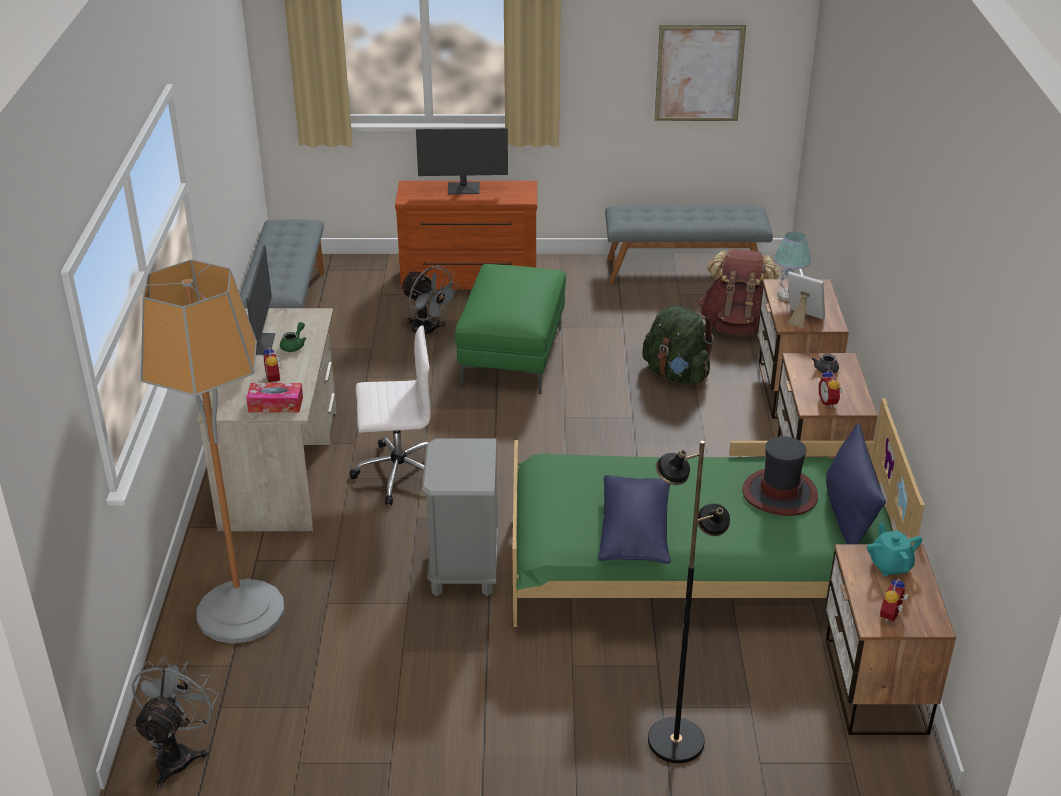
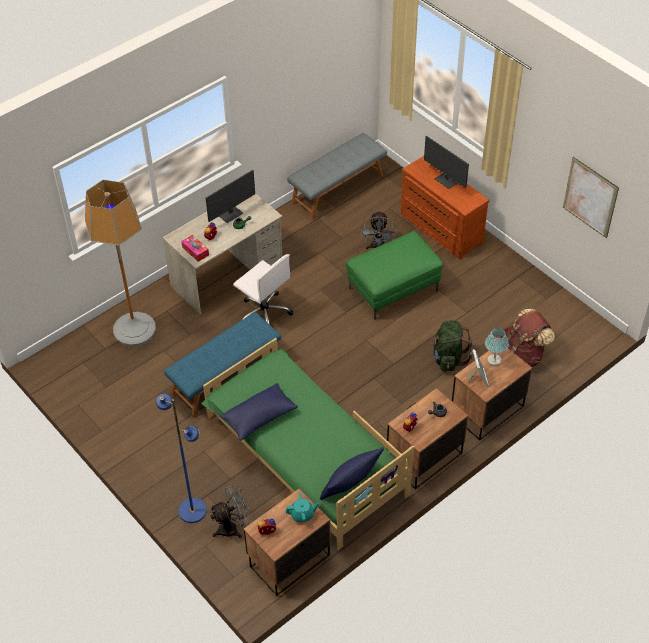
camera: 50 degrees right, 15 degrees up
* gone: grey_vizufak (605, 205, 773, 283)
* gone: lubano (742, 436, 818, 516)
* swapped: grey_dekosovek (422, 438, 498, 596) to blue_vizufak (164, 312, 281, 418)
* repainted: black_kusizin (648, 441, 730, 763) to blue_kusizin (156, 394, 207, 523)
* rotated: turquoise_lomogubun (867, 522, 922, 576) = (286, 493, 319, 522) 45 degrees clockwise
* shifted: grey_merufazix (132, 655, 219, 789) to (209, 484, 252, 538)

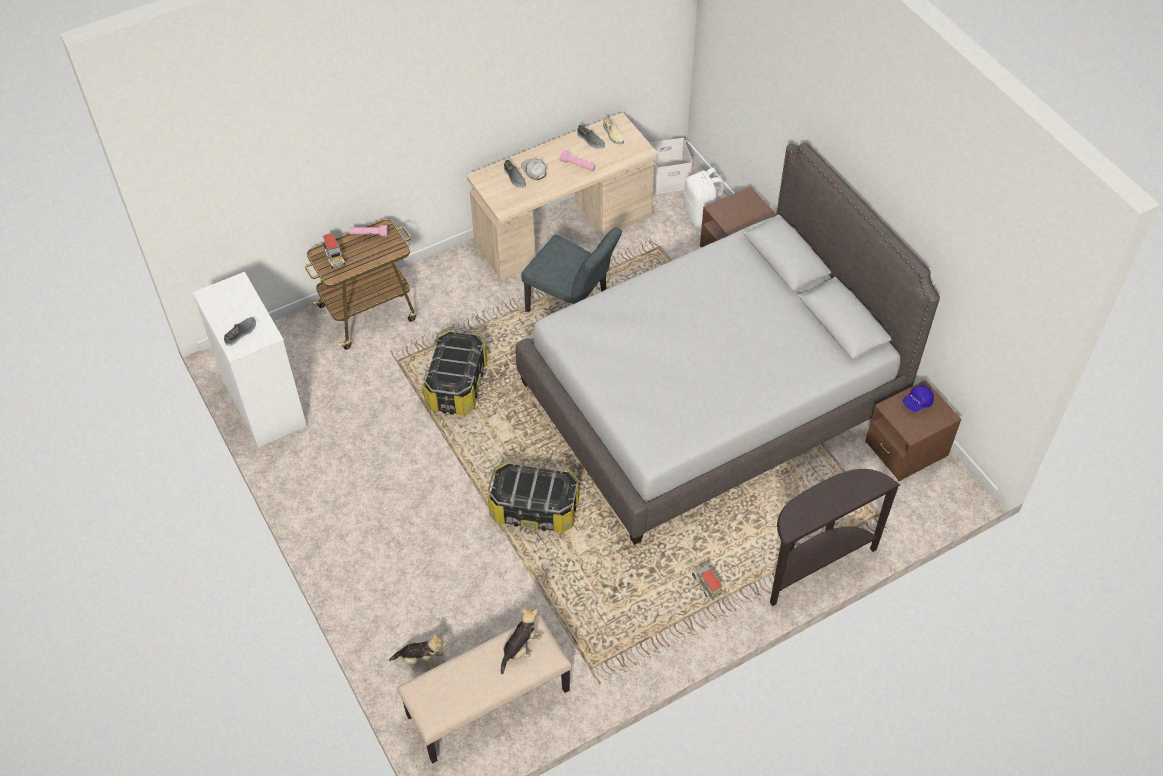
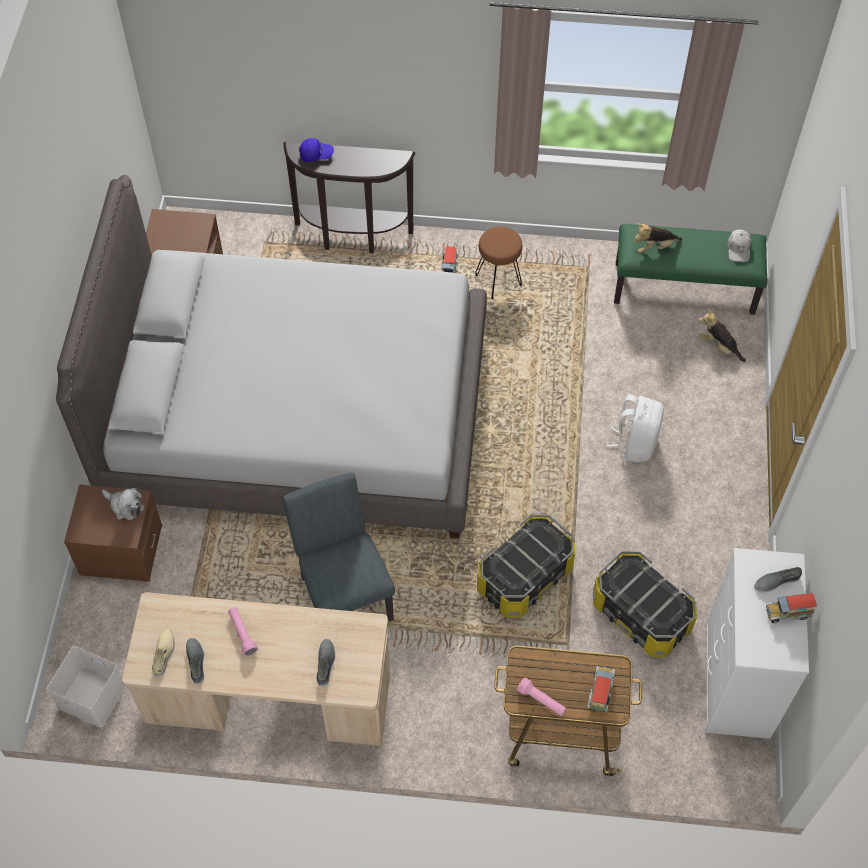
camera: 145 degrees left, 5 degrees up
* shifted: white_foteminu (521, 158, 547, 180) to (727, 229, 752, 262)
* shifted: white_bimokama (683, 168, 723, 228) to (607, 394, 664, 462)
* shifted: blue_foteminu (903, 385, 934, 412) to (299, 138, 334, 162)
* shifted: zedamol (488, 459, 579, 533) to (593, 551, 698, 657)
* repainted: beige_vizufak (398, 615, 572, 763) to green_vizufak (614, 224, 768, 315)
* new: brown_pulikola (475, 226, 522, 299)
* new: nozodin (102, 488, 145, 520)
* new: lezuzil (766, 593, 817, 623)

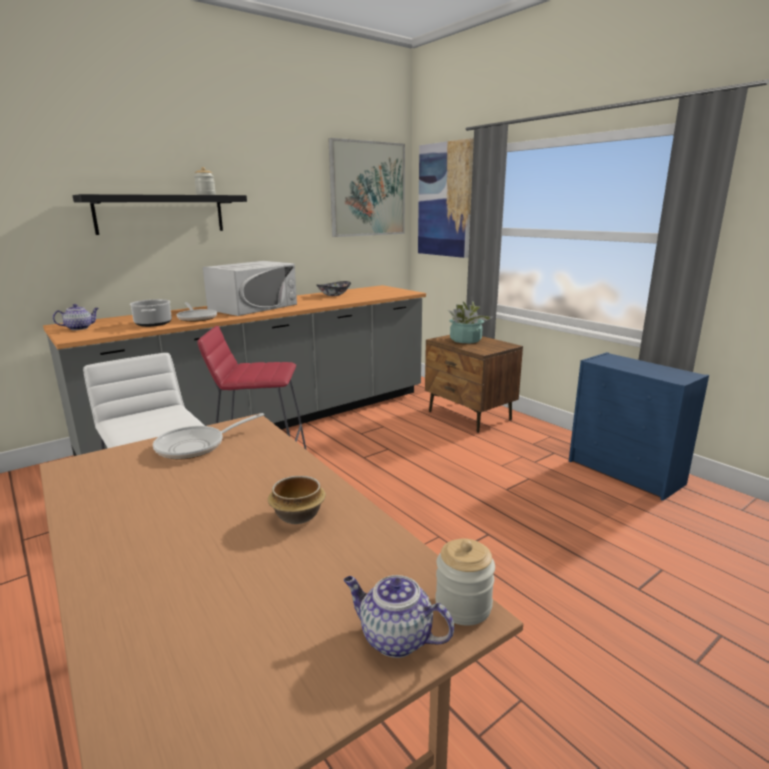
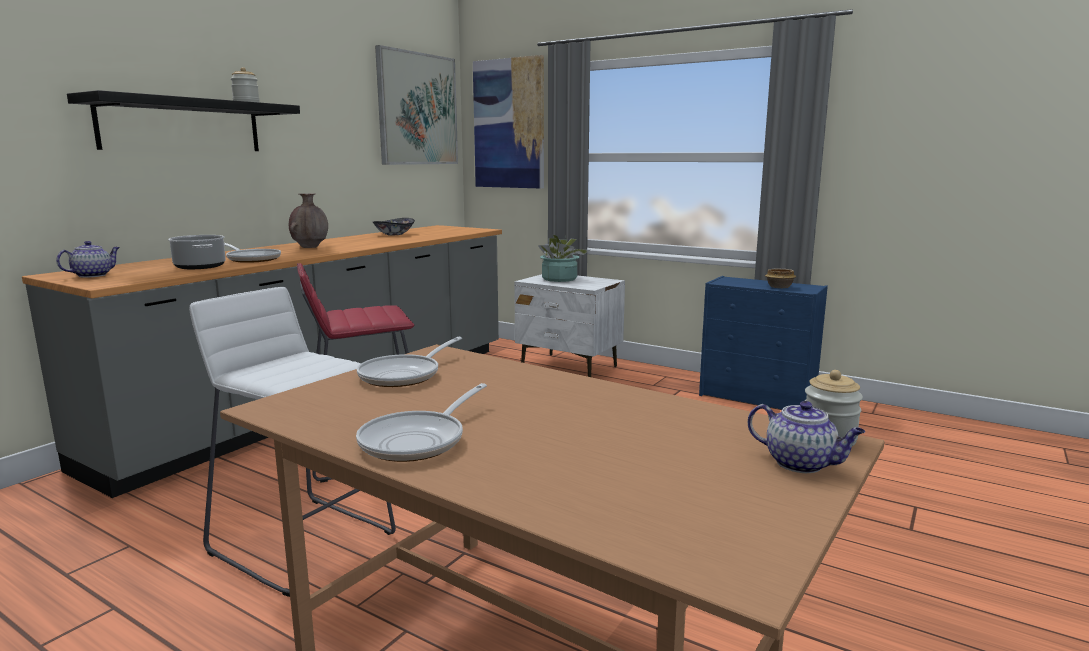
camera: 20 degrees left, 5 degrees down
* swapped: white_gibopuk (203, 261, 297, 316) to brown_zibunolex (289, 193, 328, 248)
* repainted: brown_dekosovek (425, 335, 523, 433) to white_dekosovek (514, 274, 625, 377)
* shifted: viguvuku (268, 476, 326, 524) to (765, 269, 796, 288)
* rotated: lomogubun (344, 575, 454, 658) = (748, 401, 865, 473) 150 degrees counterclockwise
* new: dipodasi (356, 383, 487, 462)

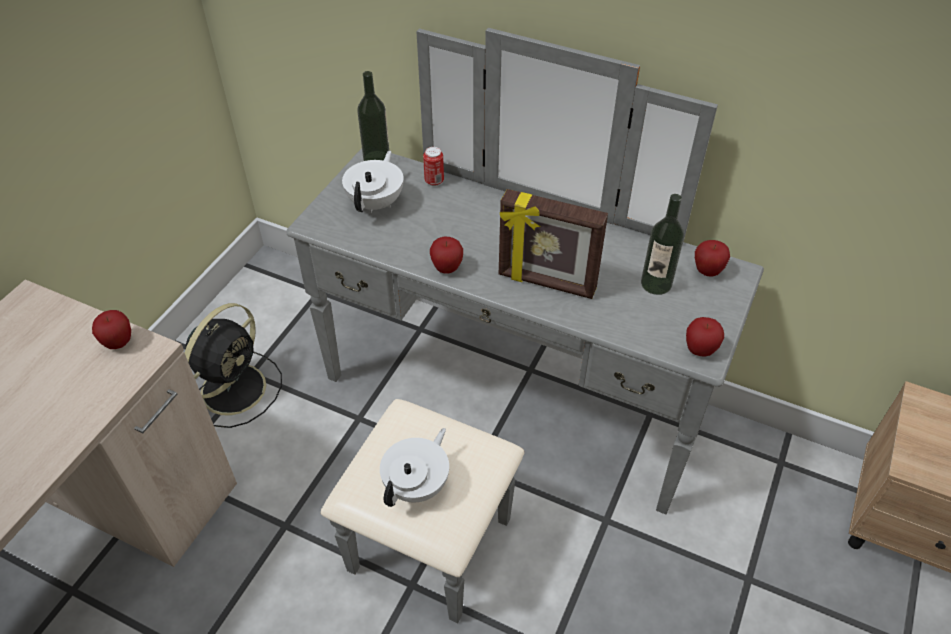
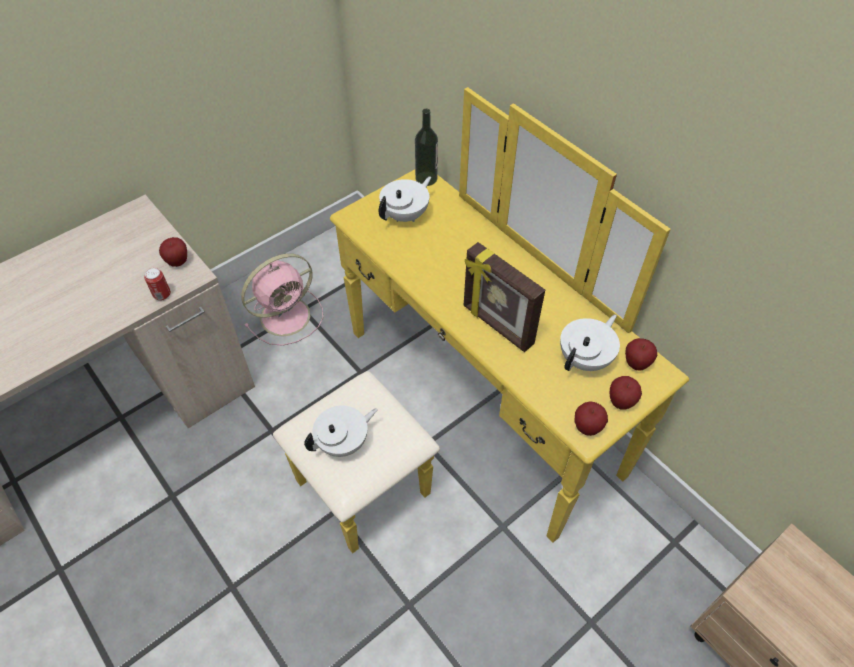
camera: 25 degrees right, 5 degrees up
* repainted: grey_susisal (286, 28, 764, 623) to yellow_susisal (273, 87, 689, 553)
* shifted: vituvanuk (423, 147, 444, 186) to (144, 268, 171, 300)
* swapped: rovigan (641, 194, 684, 295) to white_lomogubun (560, 314, 620, 371)
* shifted: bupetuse (430, 237, 463, 273) to (609, 376, 642, 410)
* repainted: black_merufazix (185, 303, 282, 428) to pink_merufazix (241, 254, 323, 346)

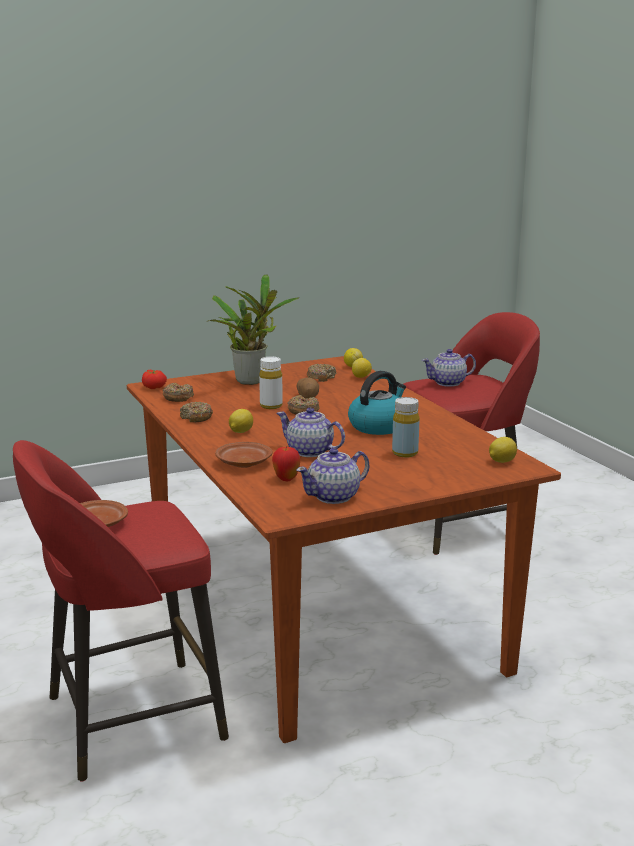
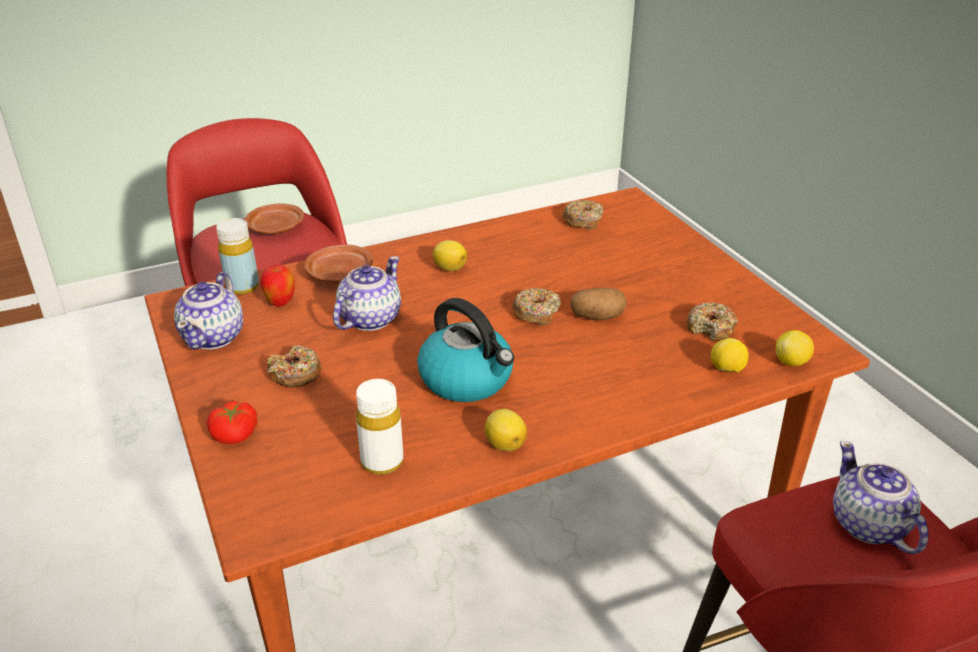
camera: 90 degrees right, 15 degrees up
* gone: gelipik (207, 274, 300, 385)
* shifted: white_rovigan (259, 357, 283, 409) to (356, 379, 403, 475)
* shifted: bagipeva (142, 369, 167, 389) to (207, 401, 257, 444)
* shifted: yellow_rovigan (392, 397, 419, 458) to (216, 218, 259, 295)
* shifted: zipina (180, 401, 213, 422) to (267, 345, 322, 387)
* shifted: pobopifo (489, 437, 517, 463) to (485, 409, 527, 451)
* rotated: lomogubun (296, 448, 369, 504) = (174, 272, 243, 350) 135 degrees counterclockwise

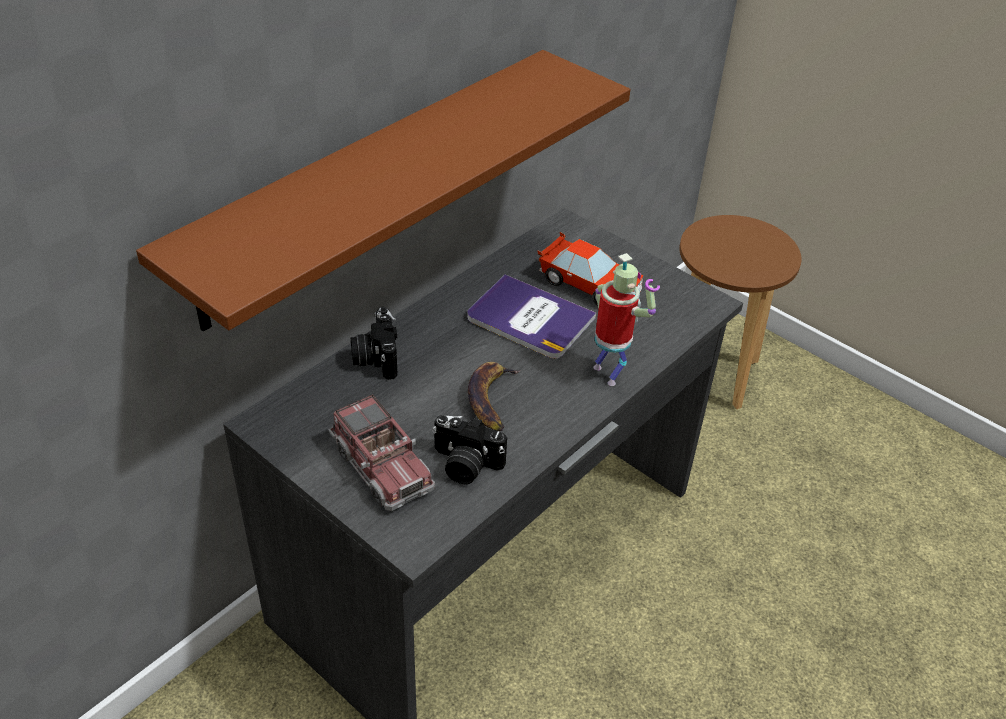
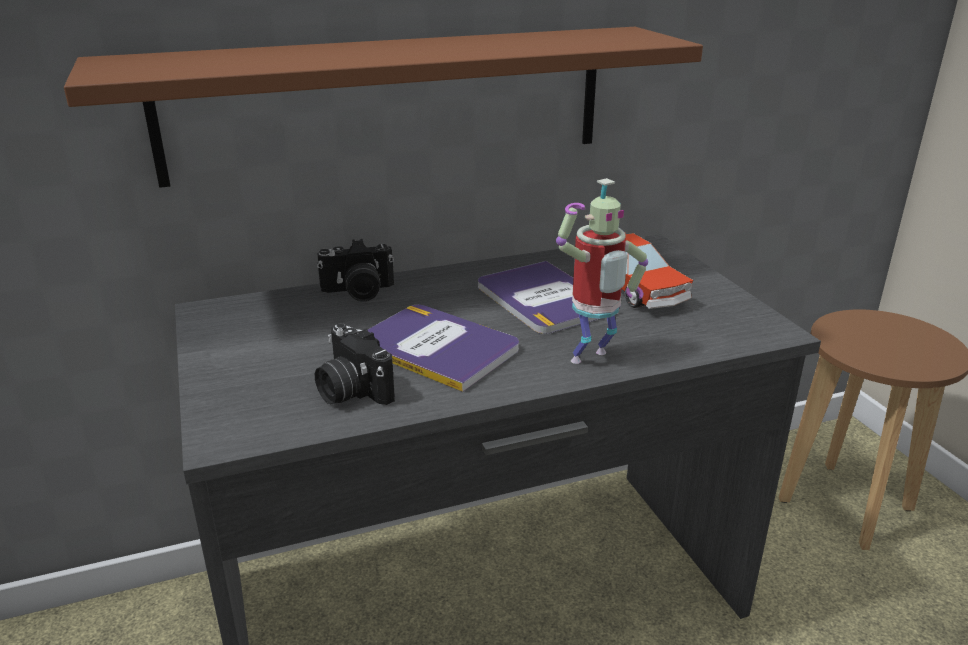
camera: 30 degrees right, 15 degrees down
* rotated: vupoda (593, 253, 660, 386) = (556, 178, 648, 364) 60 degrees clockwise
* rotated: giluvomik (351, 307, 398, 380) = (317, 239, 394, 301) 120 degrees counterclockwise
* swapped: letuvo (468, 362, 520, 432) to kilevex (367, 305, 519, 392)
* gone: lezuzil (329, 394, 435, 511)

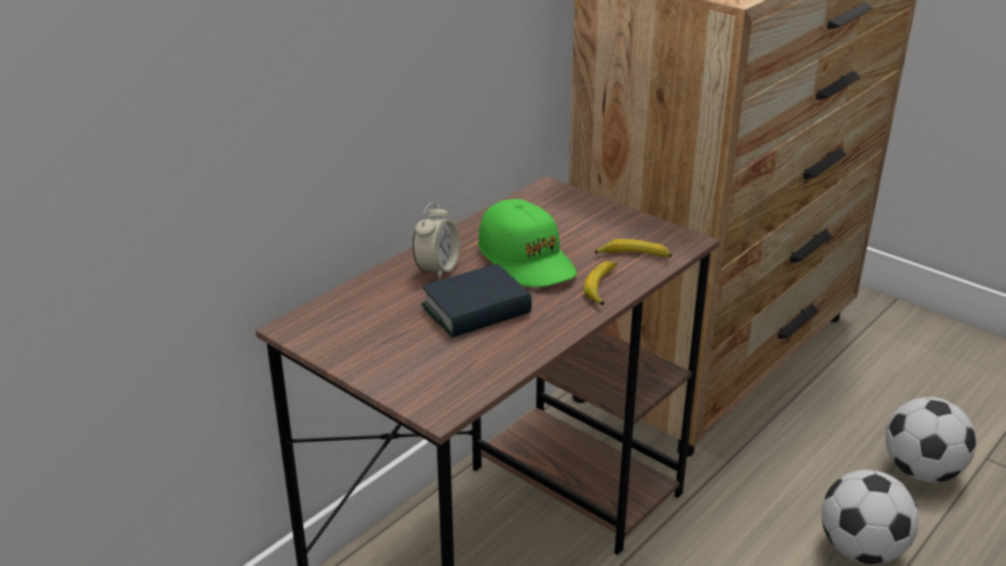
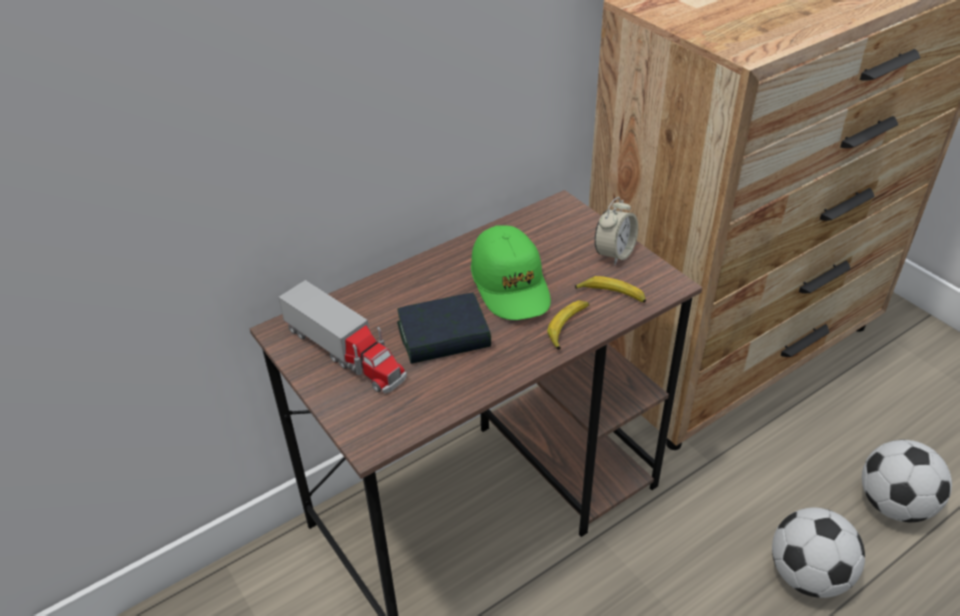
camera: 15 degrees right, 10 degrees up
* shifted: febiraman (413, 202, 460, 280) to (594, 197, 638, 265)
* new: lezuzil (279, 280, 407, 393)

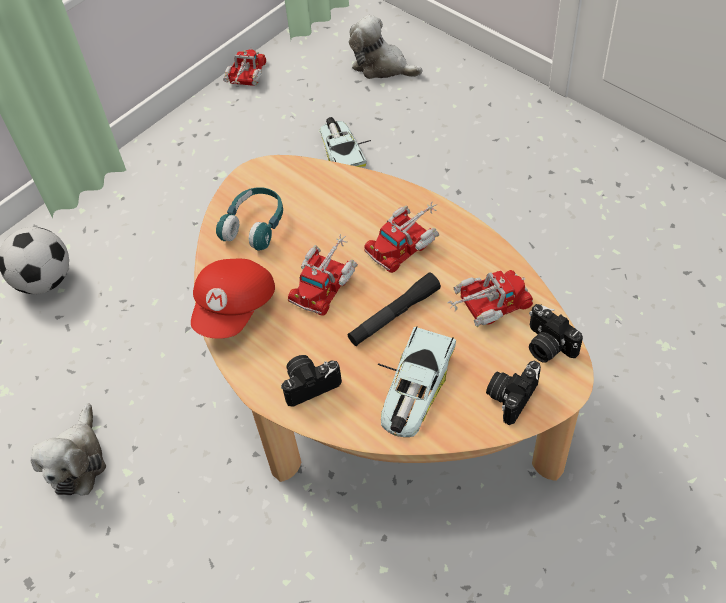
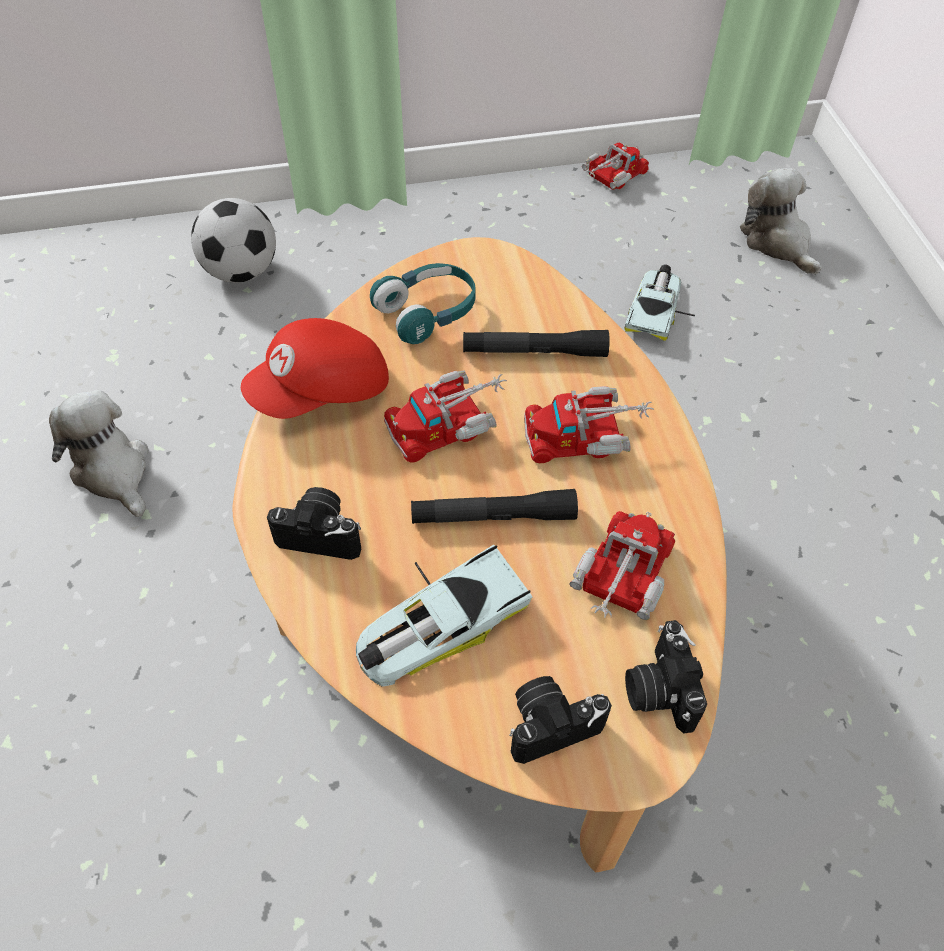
camera: 30 degrees right, 0 degrees up
* rotated: lezuzil (448, 270, 533, 327) = (569, 511, 675, 620) 75 degrees counterclockwise
* rotated: nozodin (30, 403, 106, 496) = (49, 390, 149, 517) 105 degrees clockwise
* new: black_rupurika (463, 330, 610, 357)

